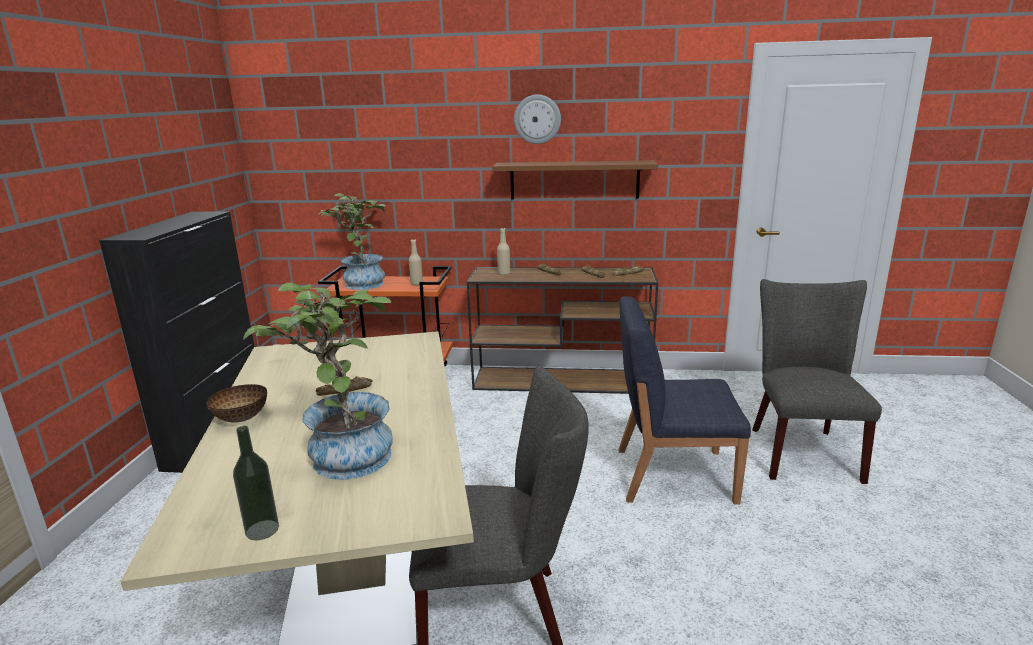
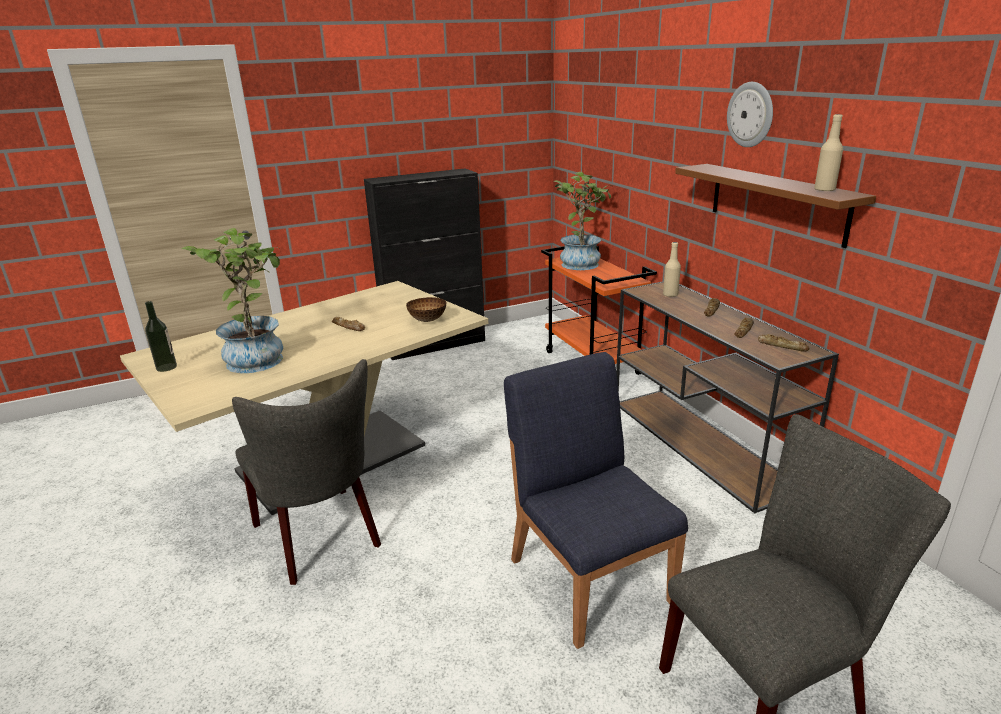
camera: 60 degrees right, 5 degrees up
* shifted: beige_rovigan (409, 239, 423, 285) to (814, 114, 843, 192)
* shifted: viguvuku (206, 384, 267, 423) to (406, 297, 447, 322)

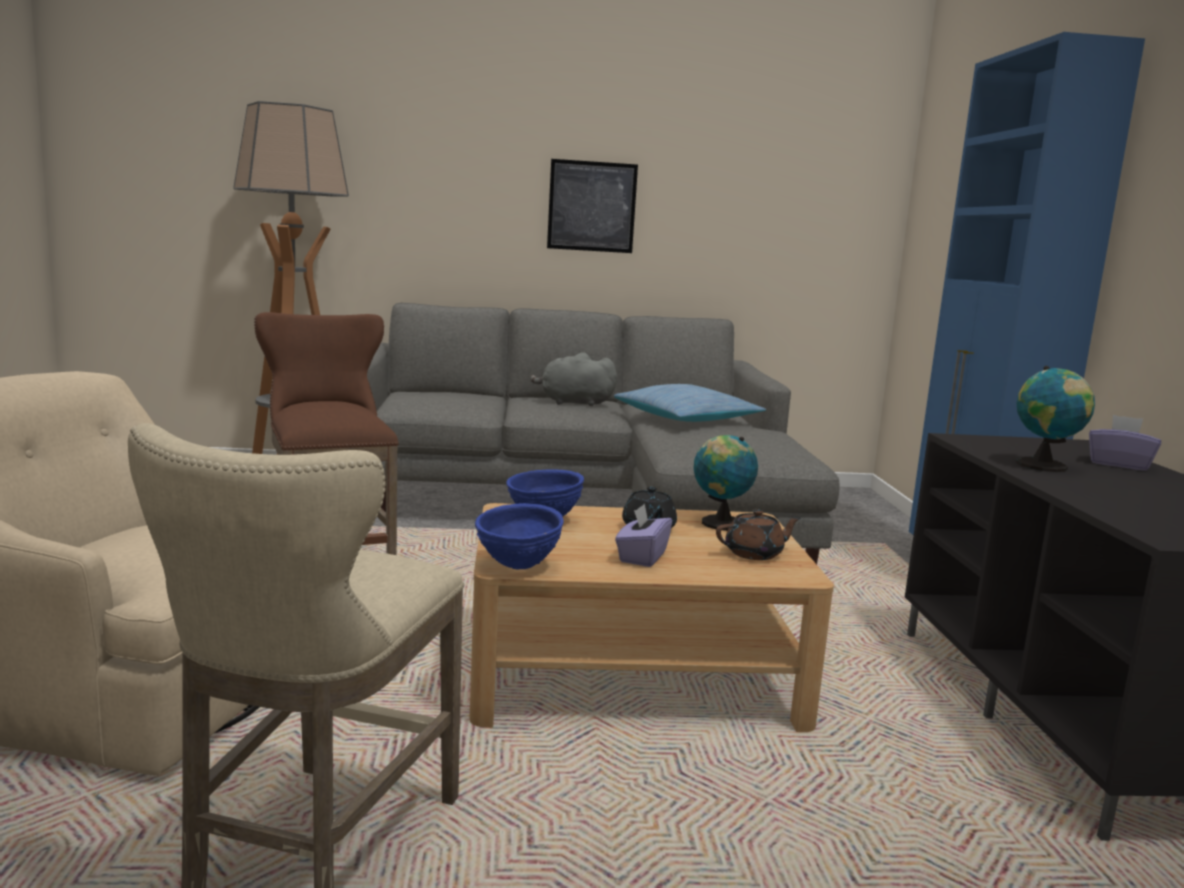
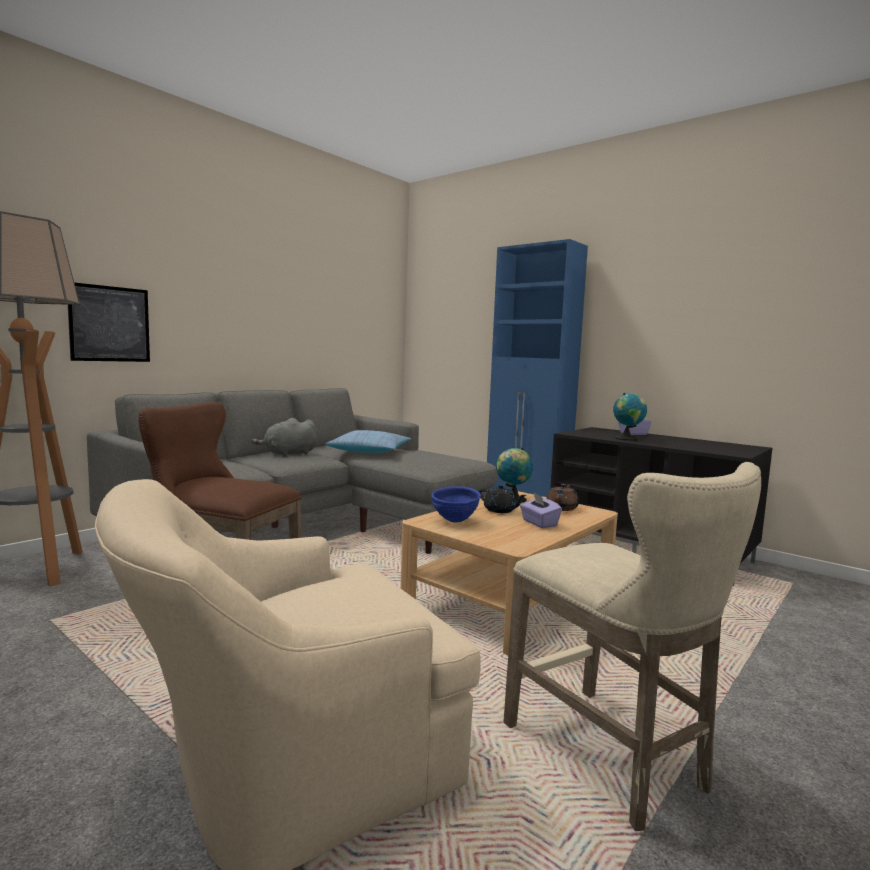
camera: 45 degrees left, 5 degrees down
* shifted: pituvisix (547, 159, 638, 253) to (68, 282, 150, 362)
* gone: blue_viguvuku (475, 503, 564, 569)

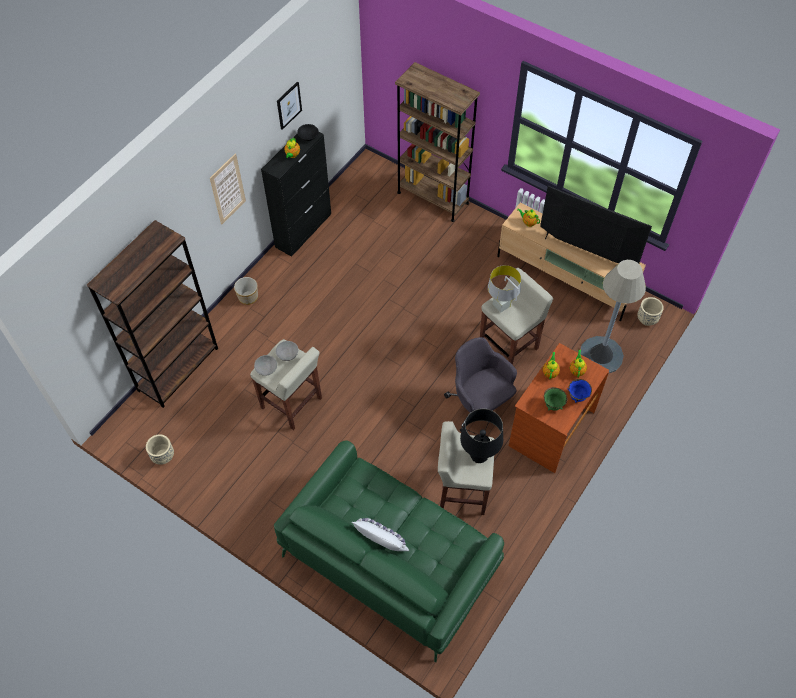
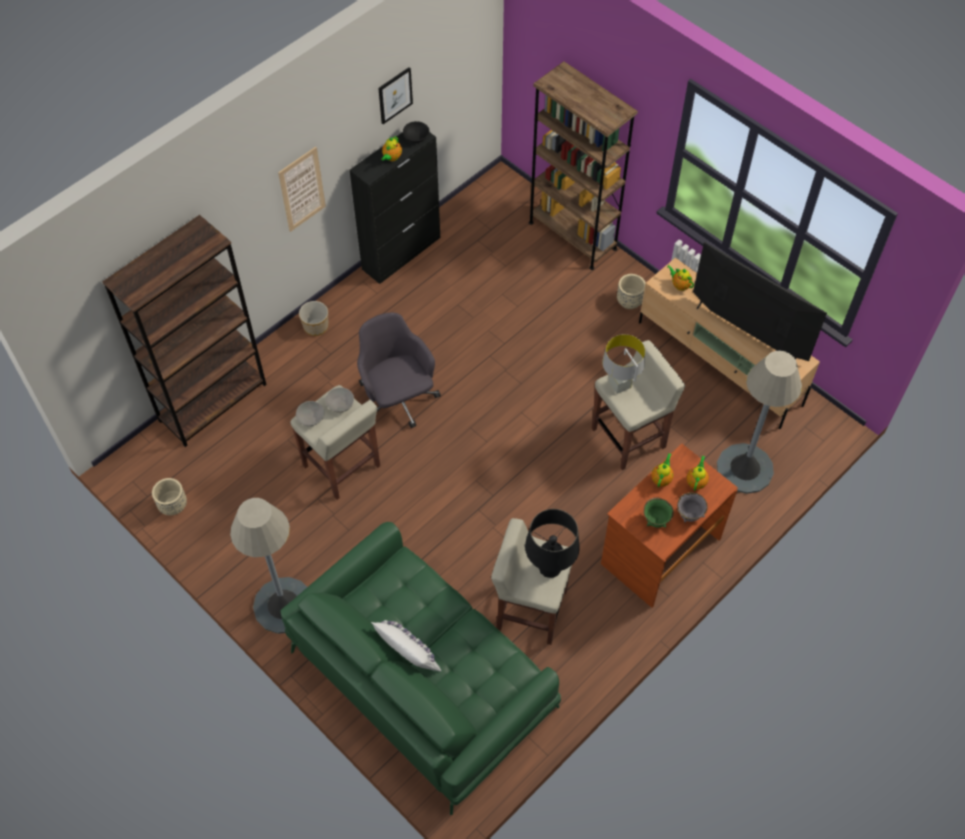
camera: 10 degrees right, 0 degrees up
* shifted: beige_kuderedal (637, 297, 664, 326) to (617, 274, 646, 309)
* shifted: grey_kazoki (444, 337, 517, 432) to (357, 313, 441, 428)
* repainted: blue_viguvuku (567, 379, 592, 403) to grey_viguvuku (677, 492, 708, 523)
* new: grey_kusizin (230, 498, 307, 634)

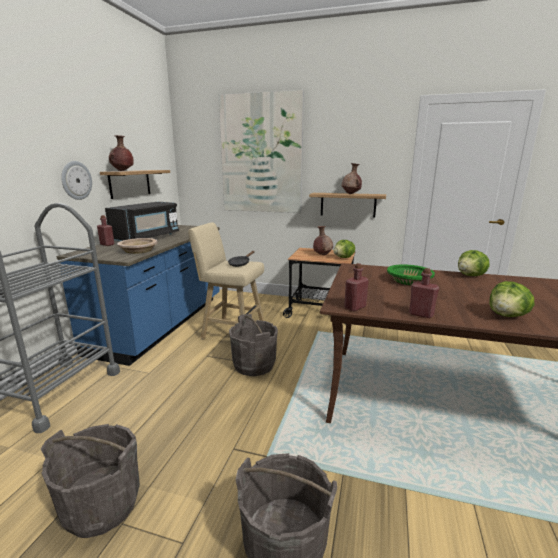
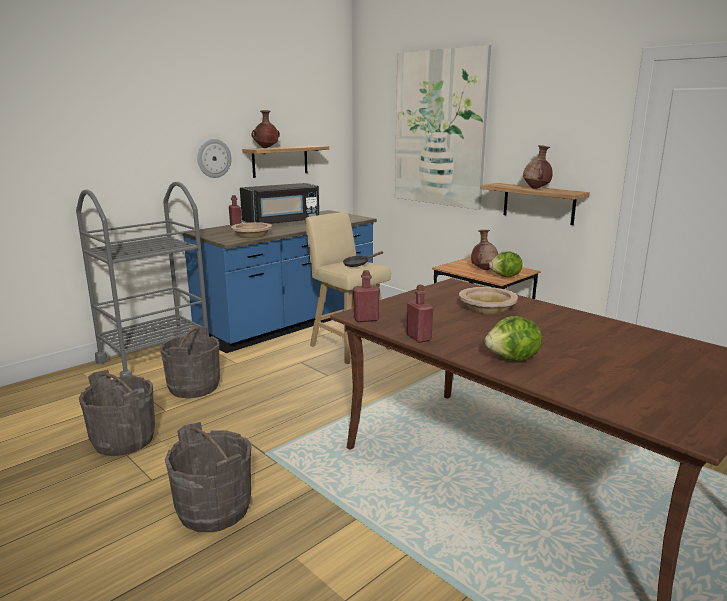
camera: 30 degrees right, 0 degrees up
* gone: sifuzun (458, 250, 489, 276)
* repainted: green_viguvuku (387, 264, 435, 285) to beige_viguvuku (459, 287, 518, 314)
* shifted: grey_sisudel (229, 314, 278, 376) to (160, 326, 220, 398)

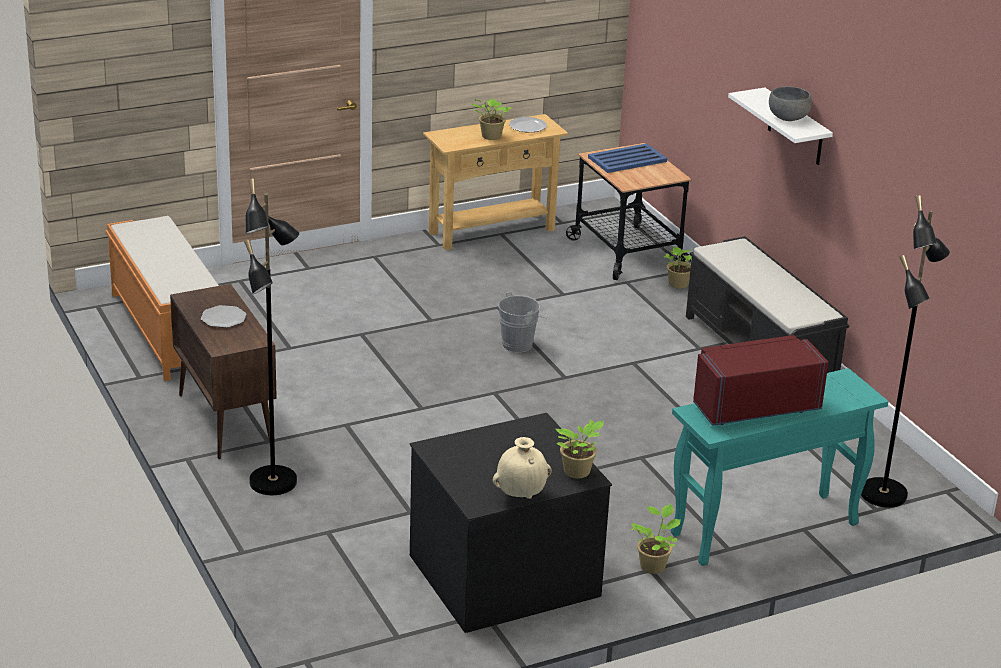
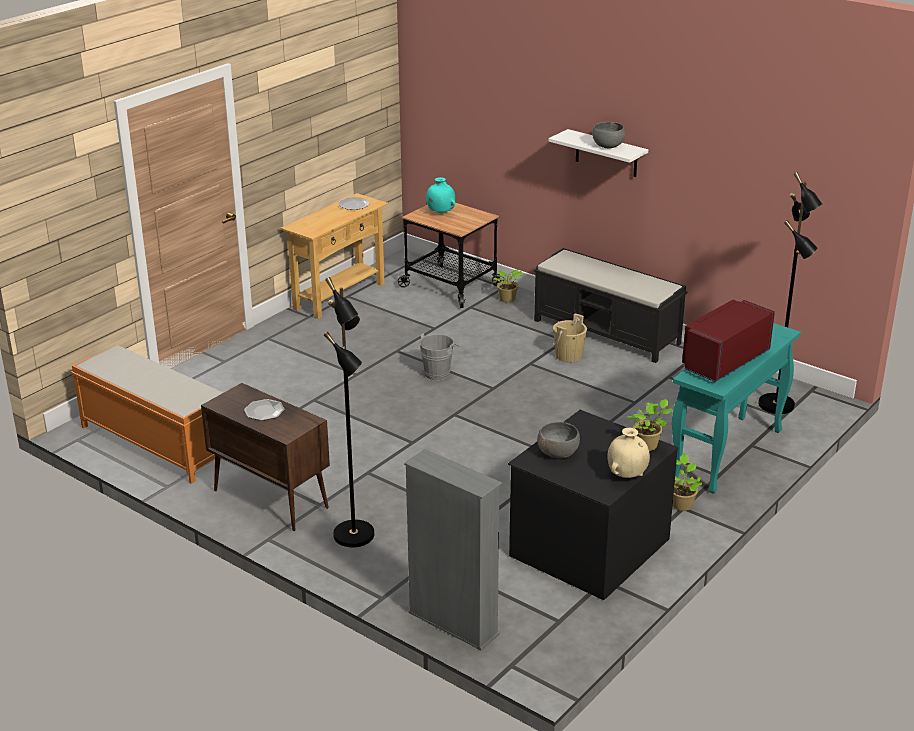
camera: 25 degrees left, 0 degrees up
* gone: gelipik (472, 98, 512, 140)
* swapped: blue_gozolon (588, 144, 667, 173) to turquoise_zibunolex (426, 177, 455, 213)
* new: beige_sisudel (553, 313, 587, 363)
* new: grey_viguvuku (537, 422, 580, 458)
* new: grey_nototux (404, 449, 502, 650)

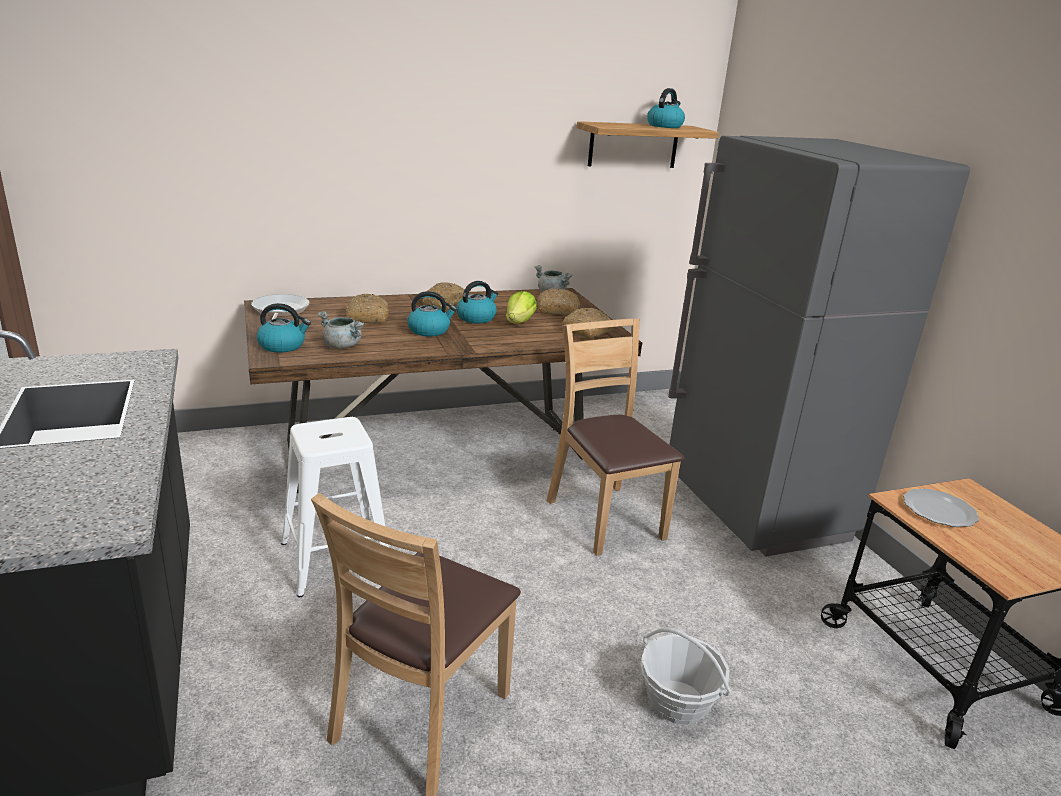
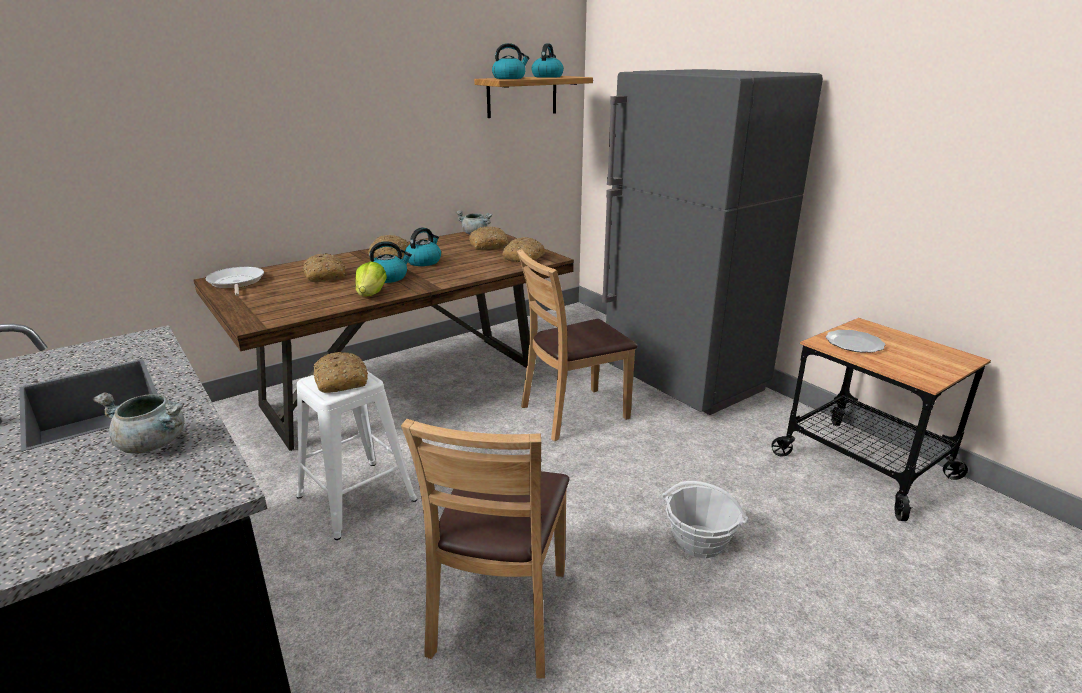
camera: 15 degrees left, 0 degrees up
* shifted: sifuzun (506, 291, 537, 323) to (355, 262, 387, 296)
* shifted: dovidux (256, 303, 311, 352) to (492, 43, 529, 79)
* shifted: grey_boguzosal (317, 311, 365, 349) to (93, 393, 185, 454)
* rotated: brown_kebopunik (547, 318, 684, 556) = (517, 249, 638, 441) 75 degrees counterclockwise
* new: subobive (313, 352, 368, 393)

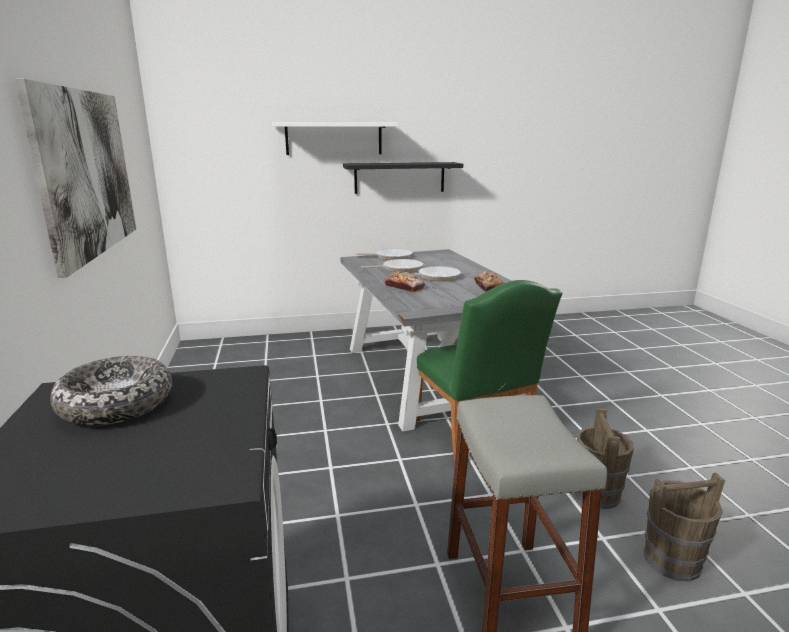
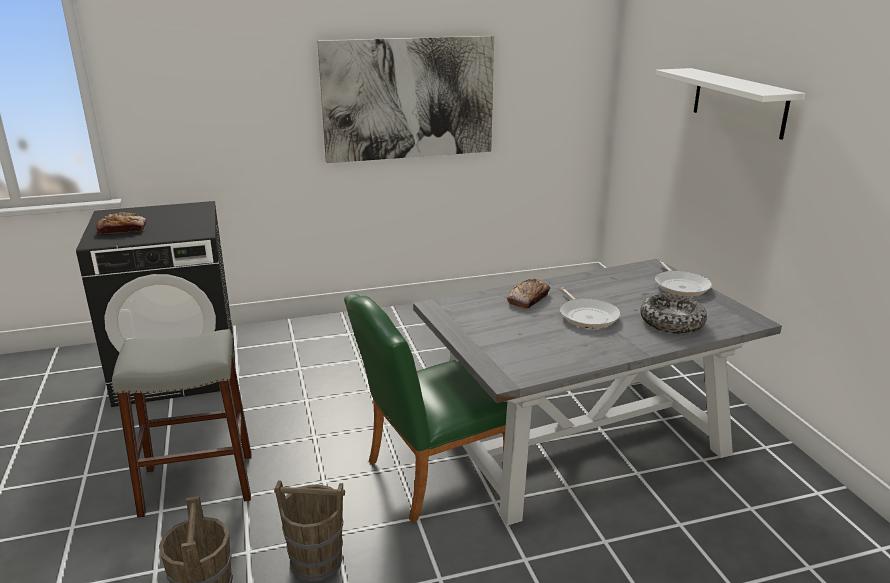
camera: 85 degrees right, 5 degrees up
* gone: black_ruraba (343, 162, 463, 194)
* gone: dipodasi (361, 259, 423, 273)
* shifted: subobive (474, 271, 503, 292) to (96, 212, 147, 234)
* shifted: viguvuku (50, 356, 172, 426) to (640, 293, 707, 334)

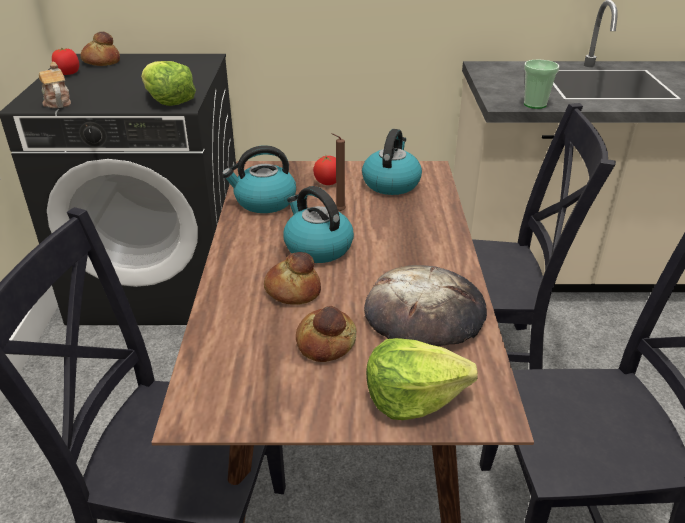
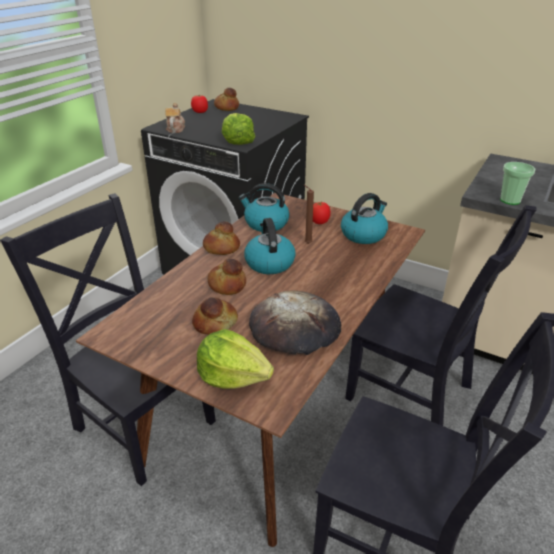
camera: 30 degrees right, 0 degrees up
* new: subobive (203, 221, 240, 255)

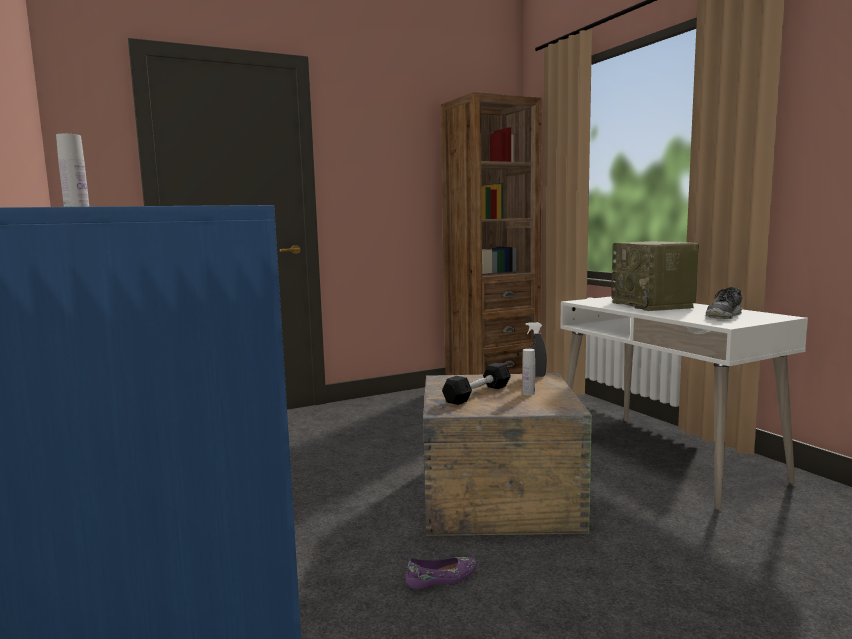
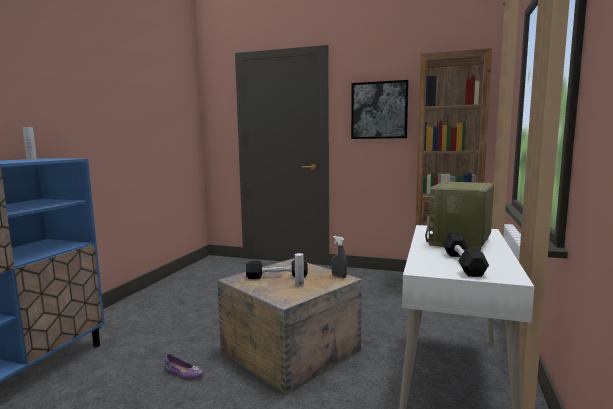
camera: 45 degrees right, 0 degrees up
* swapped: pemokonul (706, 287, 742, 319) to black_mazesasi (442, 234, 489, 277)
* new: pituvisix (351, 80, 409, 139)

